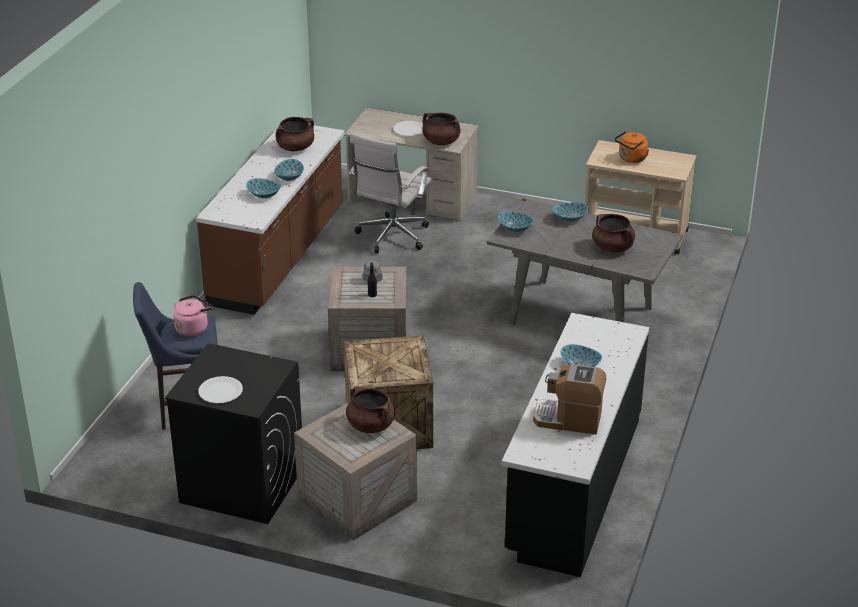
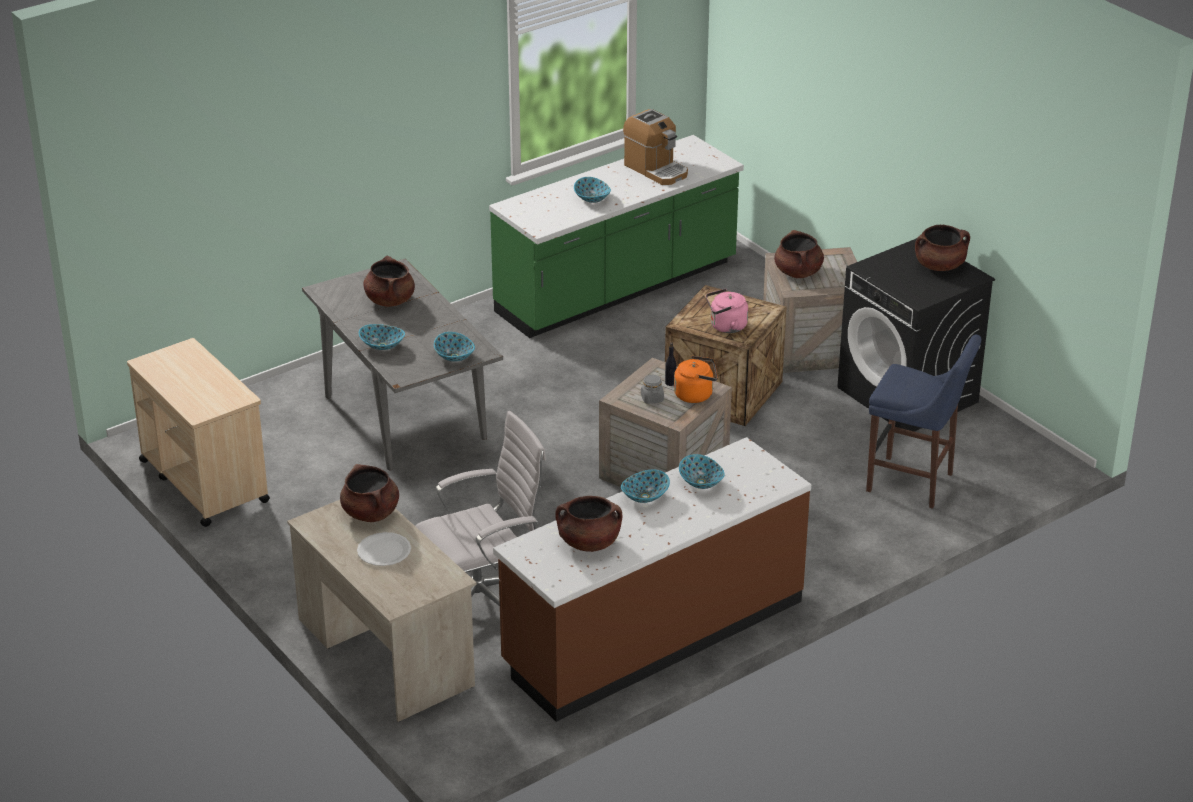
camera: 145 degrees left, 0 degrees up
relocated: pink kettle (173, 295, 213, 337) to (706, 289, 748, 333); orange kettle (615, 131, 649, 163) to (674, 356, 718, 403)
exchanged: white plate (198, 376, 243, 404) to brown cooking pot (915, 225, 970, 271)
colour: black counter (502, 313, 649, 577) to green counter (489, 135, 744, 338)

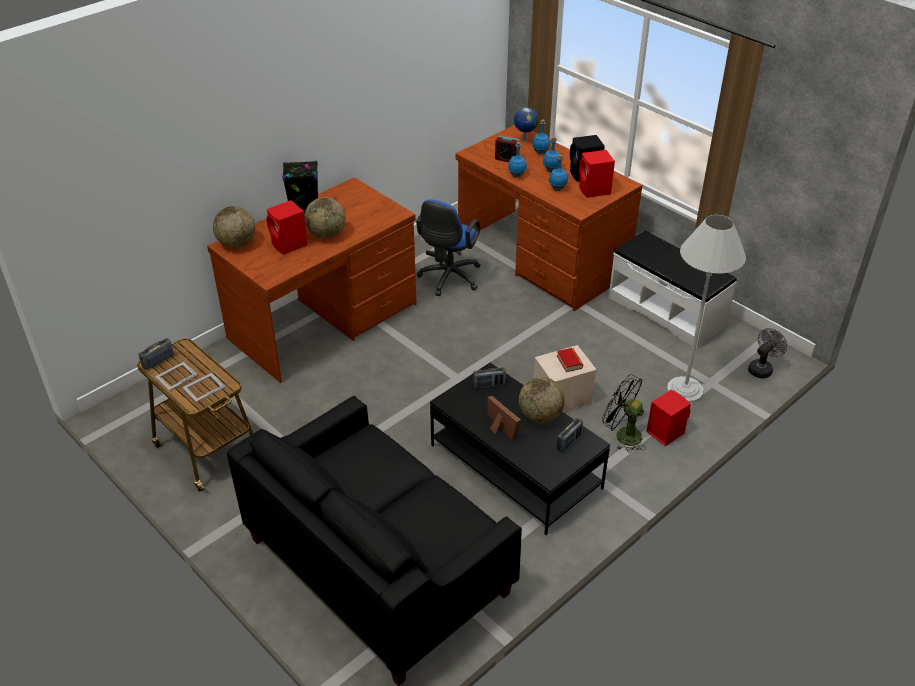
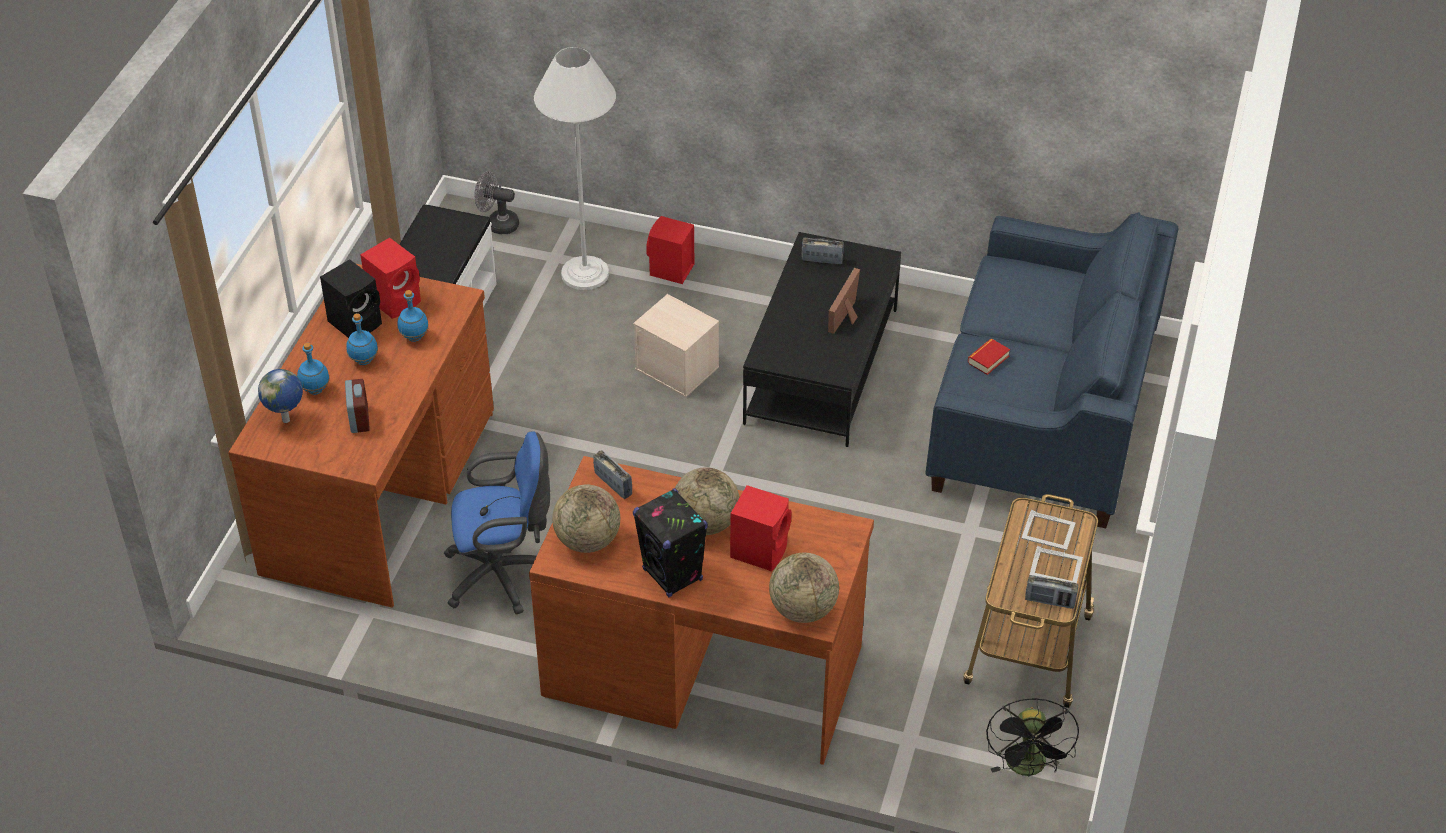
camera: 120 degrees left, 5 degrees up
missing: blue bottle (508, 142, 527, 178)
relocated: radio (473, 367, 506, 389) to (593, 450, 632, 499); globe (519, 377, 565, 423) to (552, 485, 620, 553); book (557, 348, 583, 372) to (968, 339, 1010, 375); black fan (602, 374, 646, 453) to (986, 698, 1079, 777)
colour: black sofa (227, 396, 522, 686) to blue sofa (925, 212, 1179, 528)

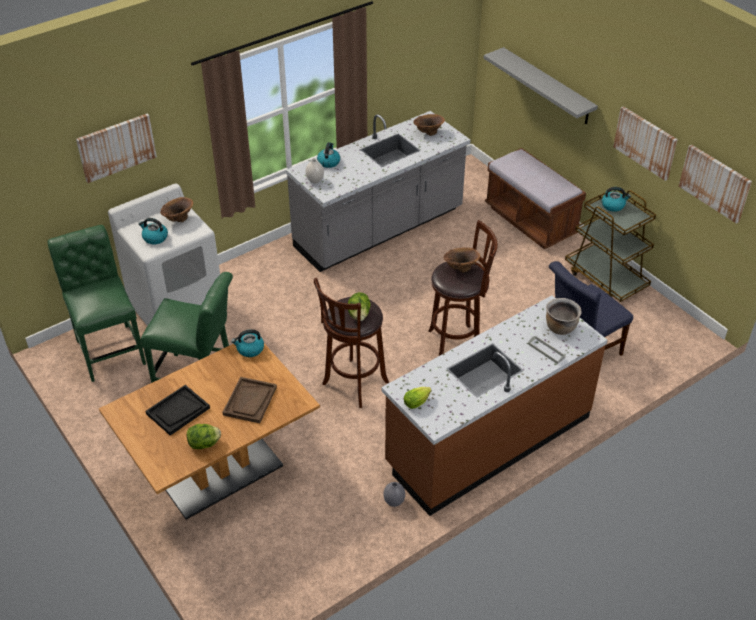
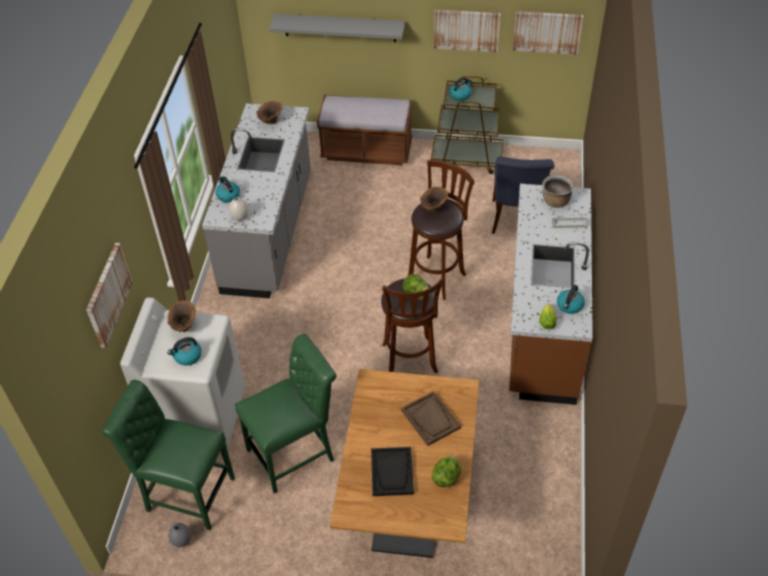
camera: 45 degrees left, 5 degrees up
relocated: kettle (231, 329, 264, 357) to (557, 285, 585, 314); grey vase (383, 482, 405, 507) to (168, 523, 191, 547)

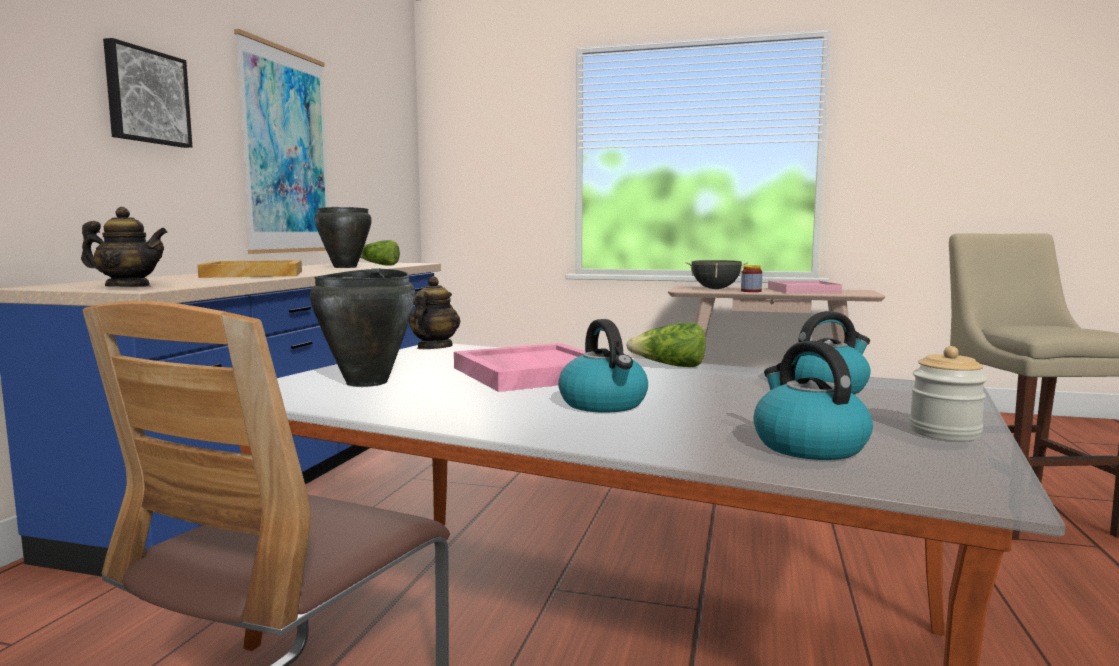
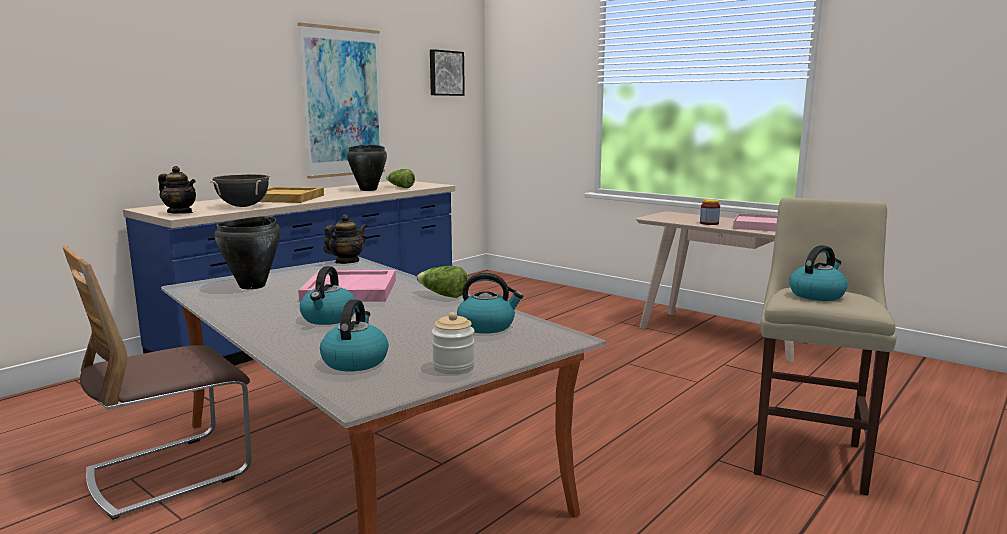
camera: 25 degrees right, 5 degrees up
appeared: kettle (789, 245, 848, 301)
relocated: picture (103, 38, 192, 148) to (430, 49, 465, 96); black cooking pot (685, 260, 748, 289) to (210, 174, 270, 207)

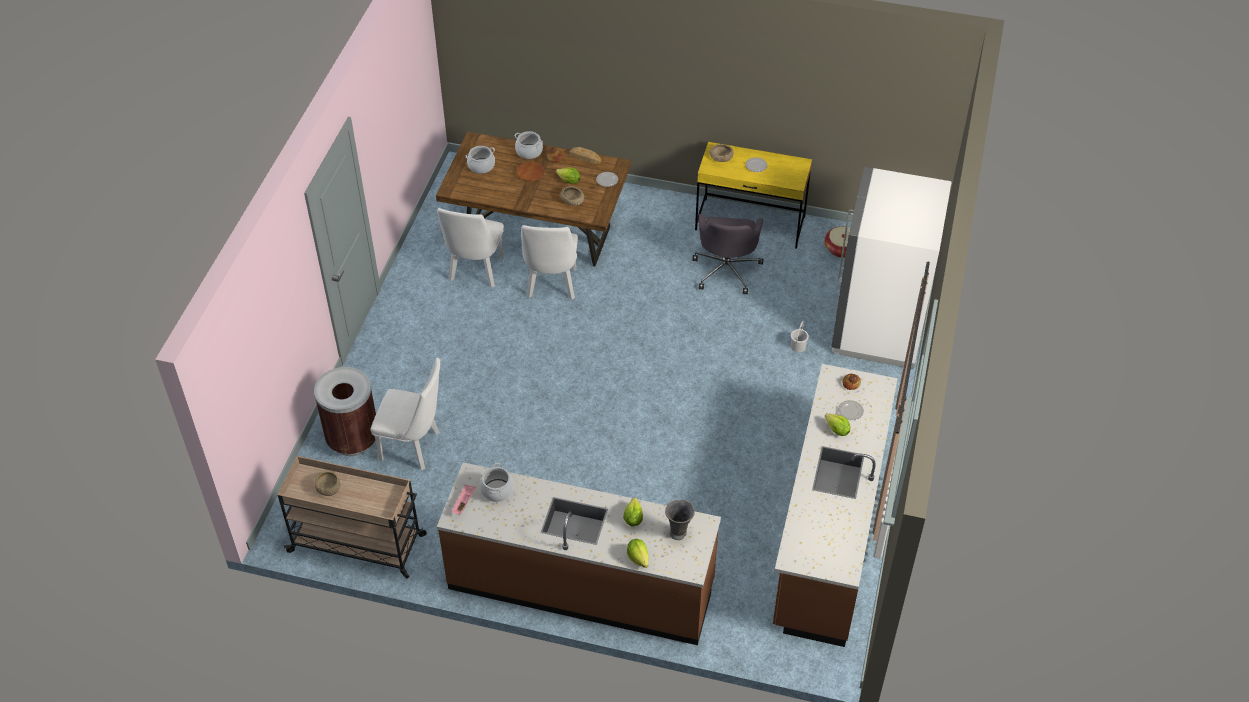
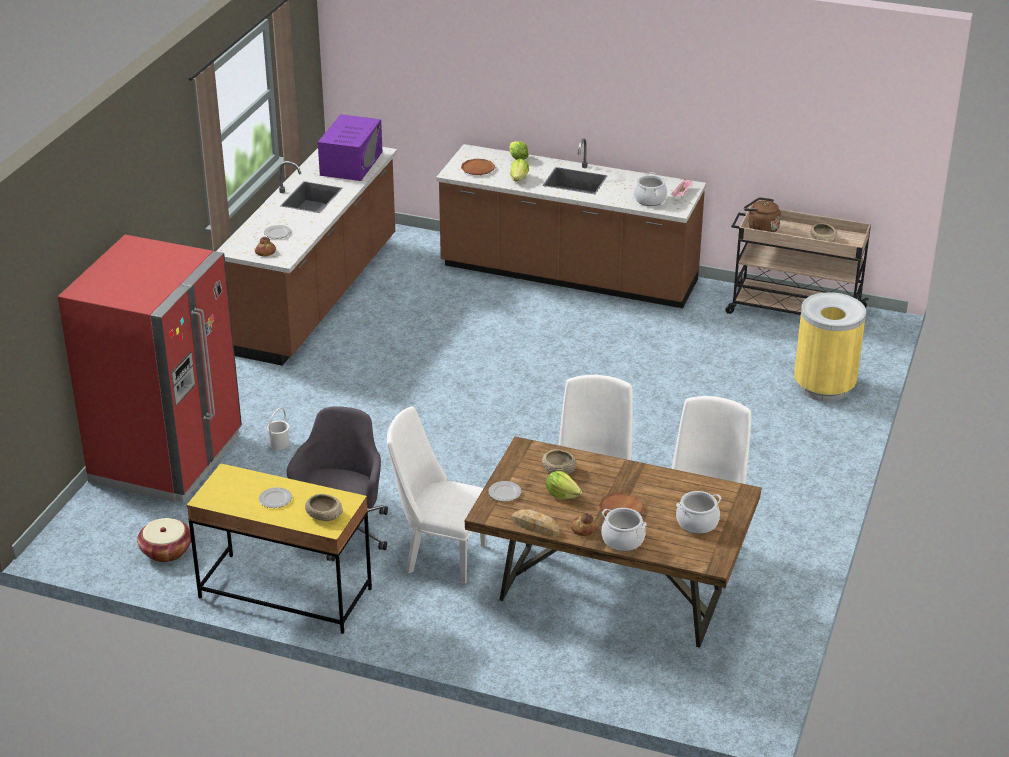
camera: 175 degrees left, 15 degrees down
missing: lettuce (825, 413, 850, 436)
appeared: purple microwave (318, 114, 383, 181); brown kettle (744, 197, 781, 232)
relocated: white chair (371, 358, 440, 471) to (387, 406, 486, 584)
exchanged: grey vase (665, 500, 695, 540) to brown plate (461, 159, 495, 175)
colour: brown trash can (314, 367, 376, 456) to yellow trash can (794, 292, 866, 402); white fridge (831, 167, 952, 369) to red fridge (58, 235, 242, 503)

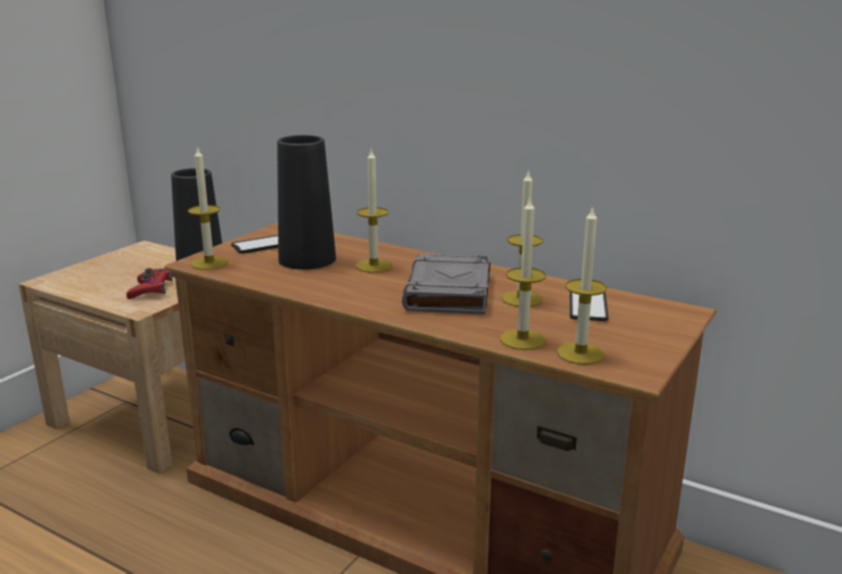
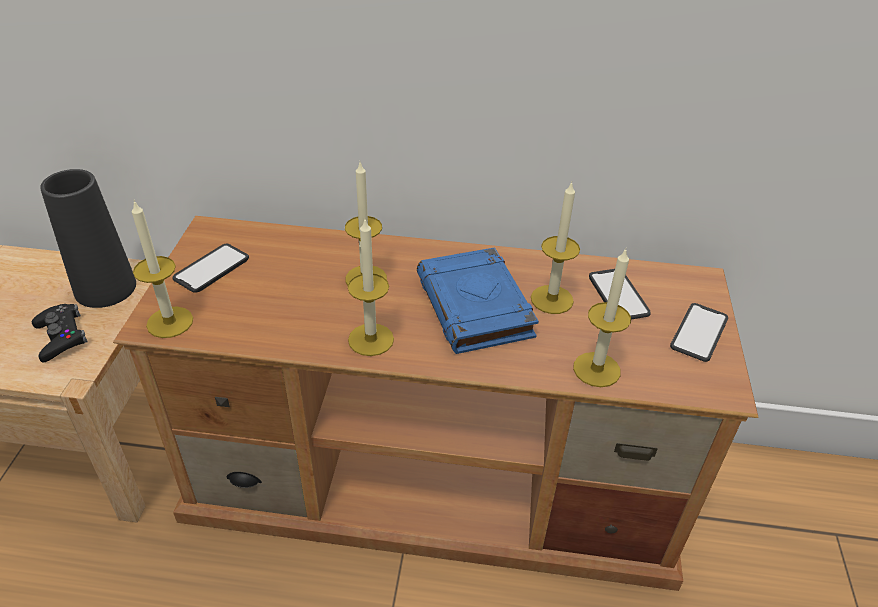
camera: 25 degrees left, 20 degrees up
missing: black vase (277, 135, 336, 270)
appeared: phone (670, 303, 728, 362)
relocated: candle (557, 205, 607, 365) to (348, 220, 394, 356)
colour: red game controller (126, 268, 173, 299) to black game controller (32, 304, 88, 363); grey book (402, 253, 491, 314) to blue book (417, 247, 539, 354)

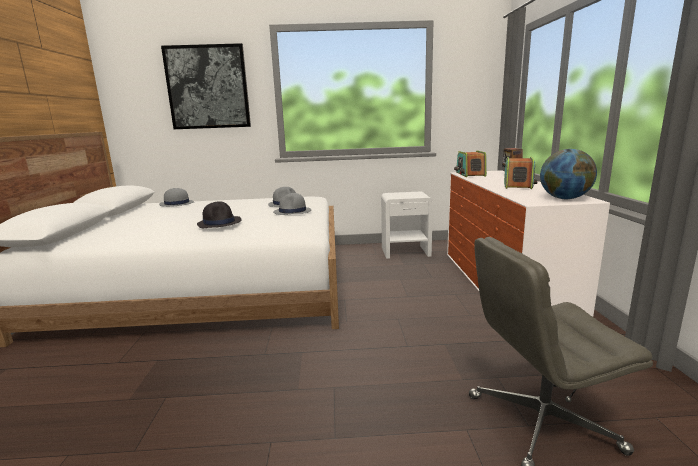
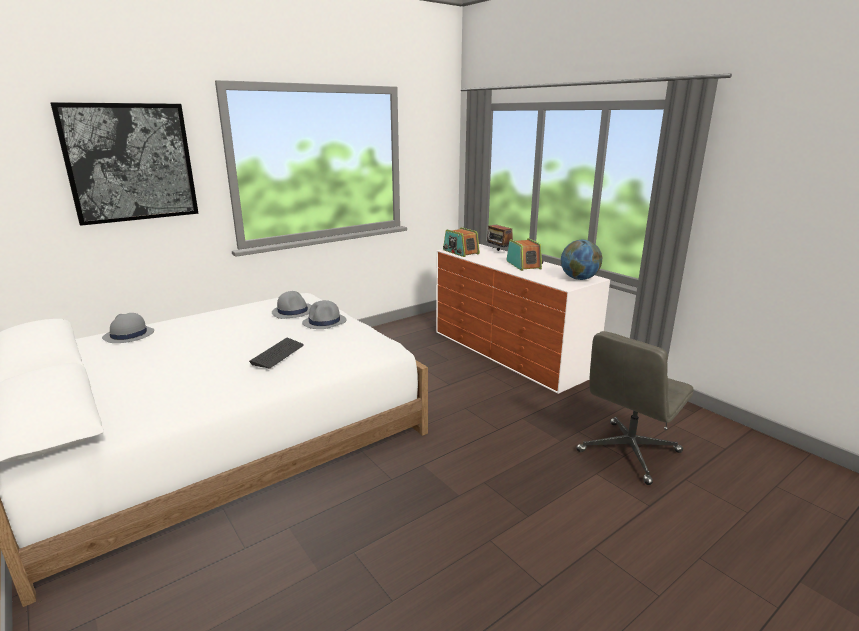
camera: 35 degrees left, 5 degrees up
missing: white nightstand (381, 191, 433, 259)
exchanged: black hat (197, 201, 241, 228) to keyboard (249, 338, 304, 368)

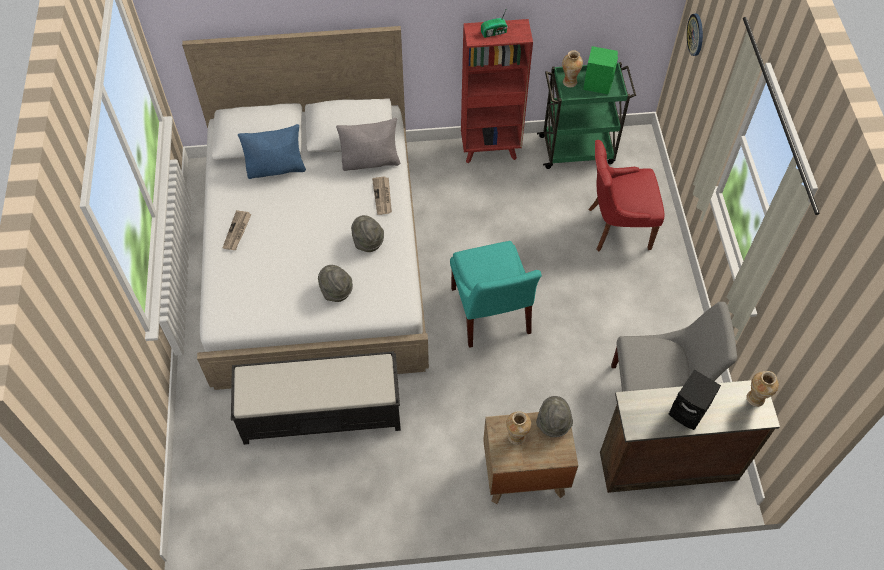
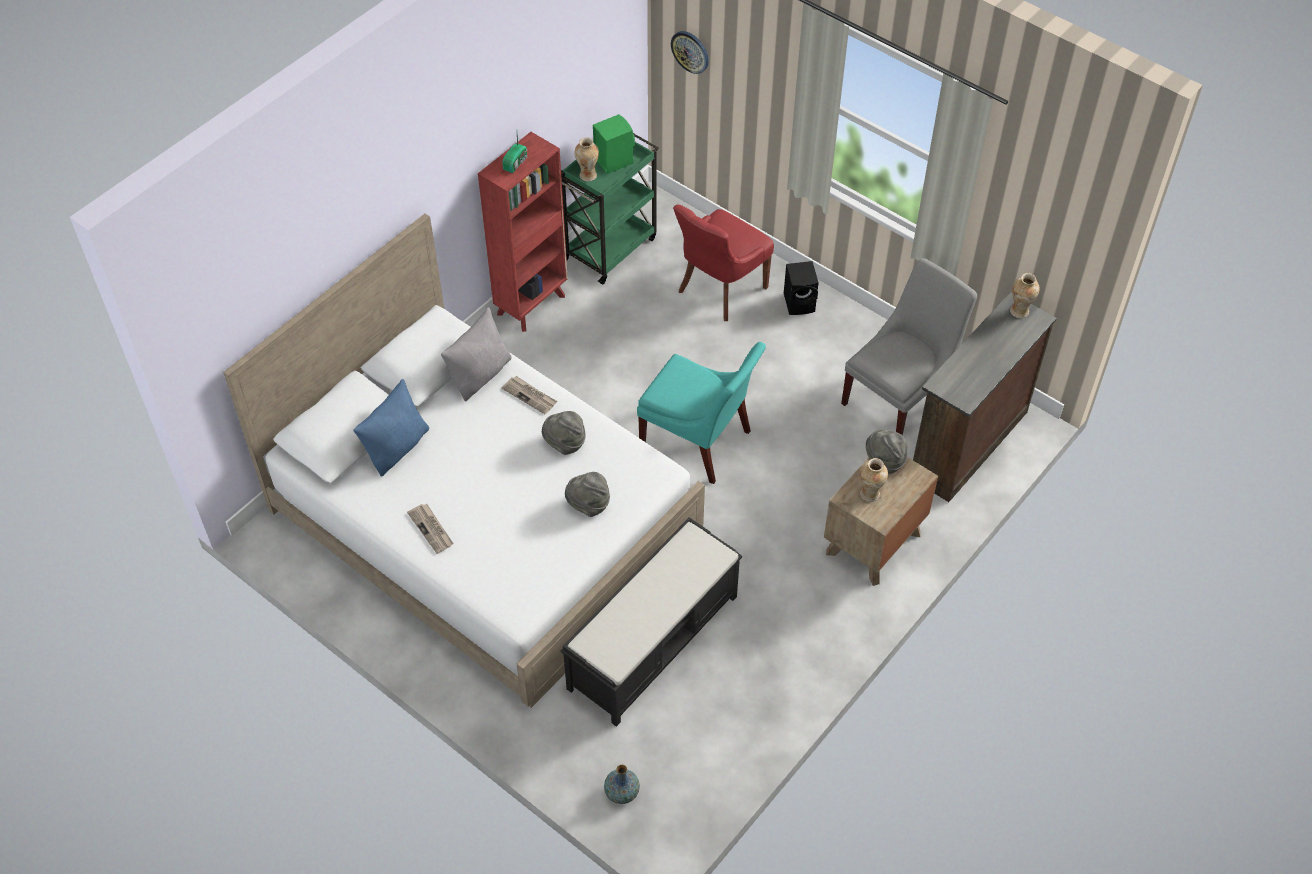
camera: 45 degrees left, 5 degrees down
appeared: vase (604, 765, 640, 804)
relocated: black speaker (669, 370, 721, 430) to (784, 261, 819, 315)

